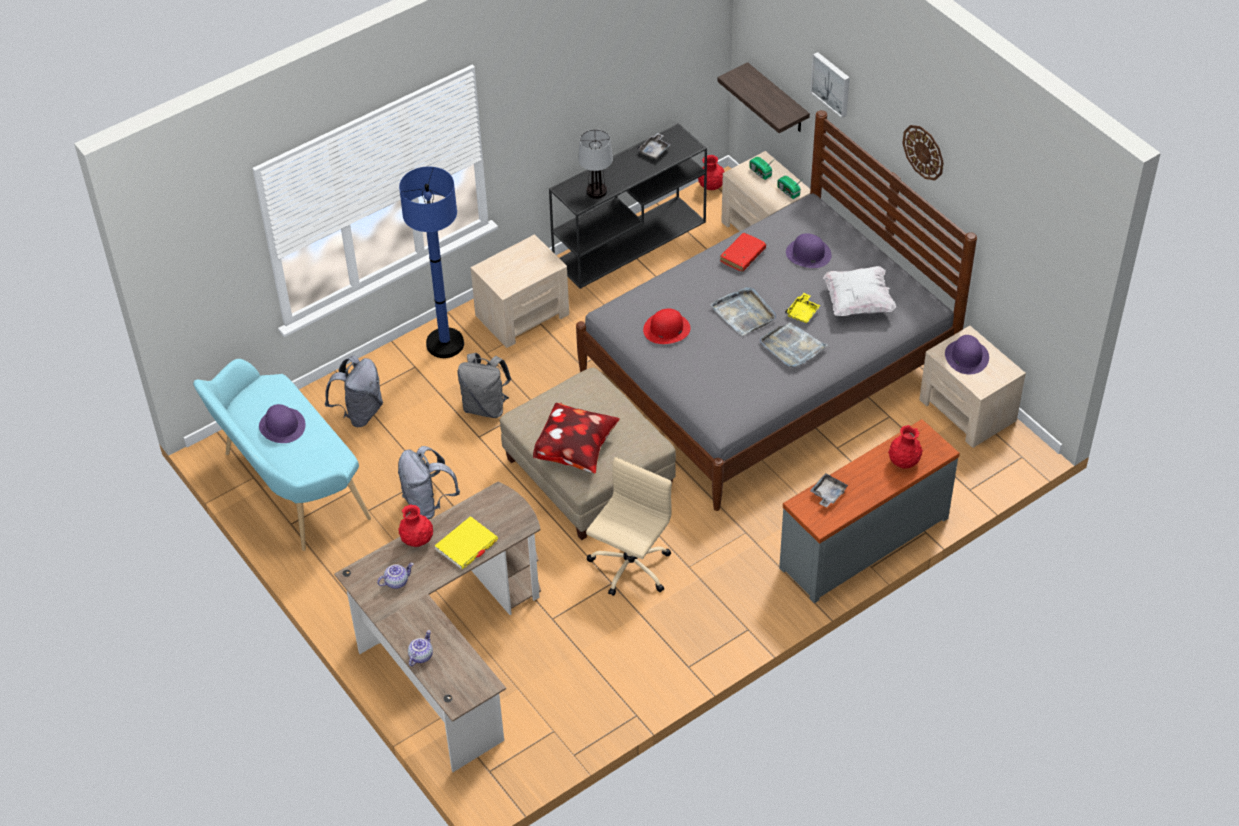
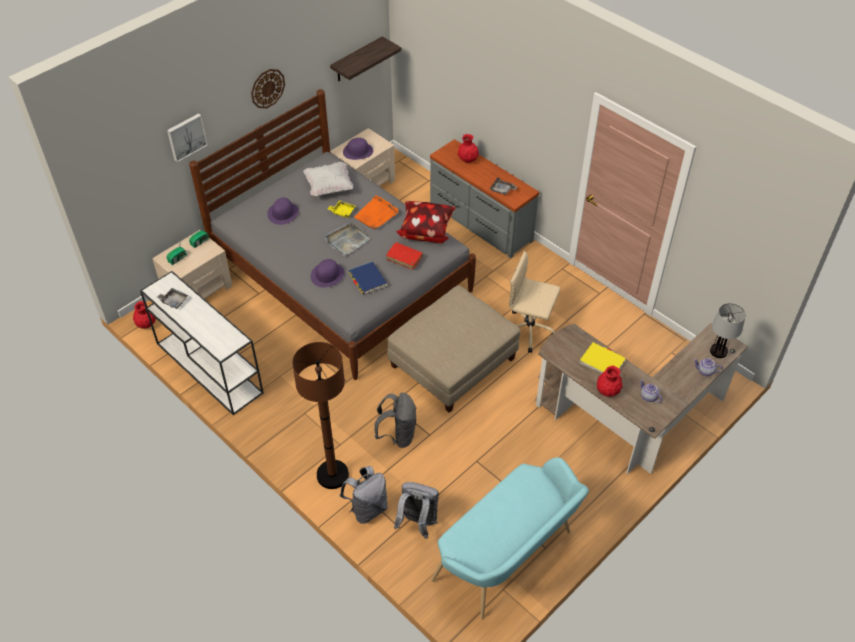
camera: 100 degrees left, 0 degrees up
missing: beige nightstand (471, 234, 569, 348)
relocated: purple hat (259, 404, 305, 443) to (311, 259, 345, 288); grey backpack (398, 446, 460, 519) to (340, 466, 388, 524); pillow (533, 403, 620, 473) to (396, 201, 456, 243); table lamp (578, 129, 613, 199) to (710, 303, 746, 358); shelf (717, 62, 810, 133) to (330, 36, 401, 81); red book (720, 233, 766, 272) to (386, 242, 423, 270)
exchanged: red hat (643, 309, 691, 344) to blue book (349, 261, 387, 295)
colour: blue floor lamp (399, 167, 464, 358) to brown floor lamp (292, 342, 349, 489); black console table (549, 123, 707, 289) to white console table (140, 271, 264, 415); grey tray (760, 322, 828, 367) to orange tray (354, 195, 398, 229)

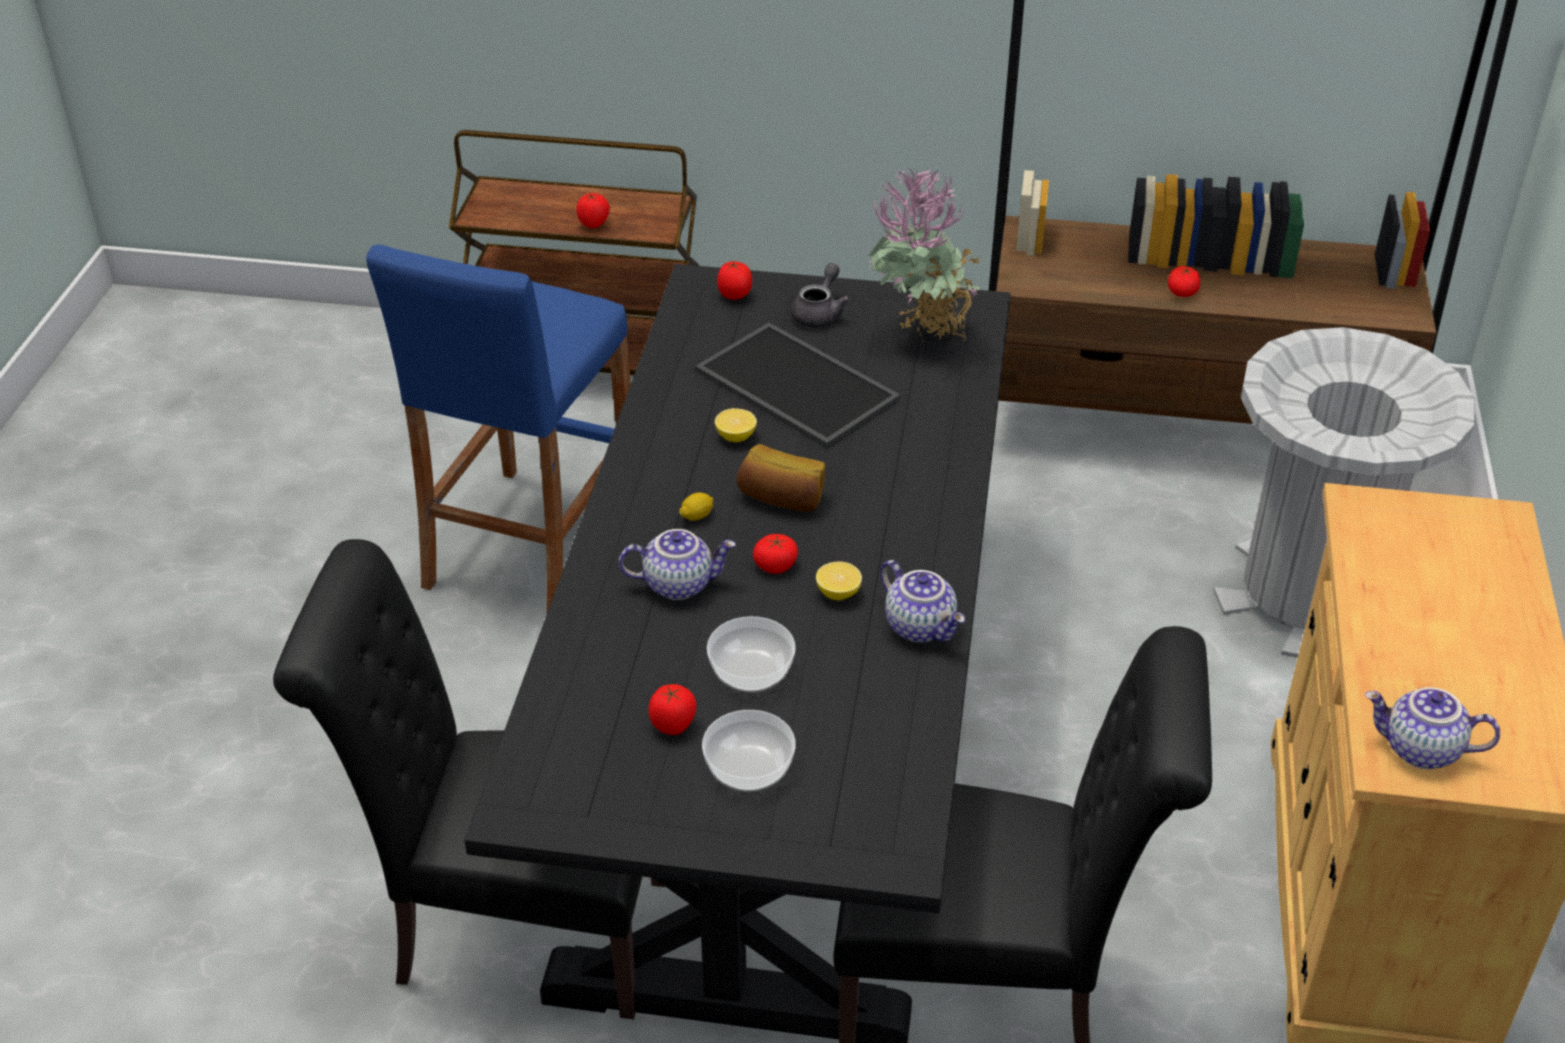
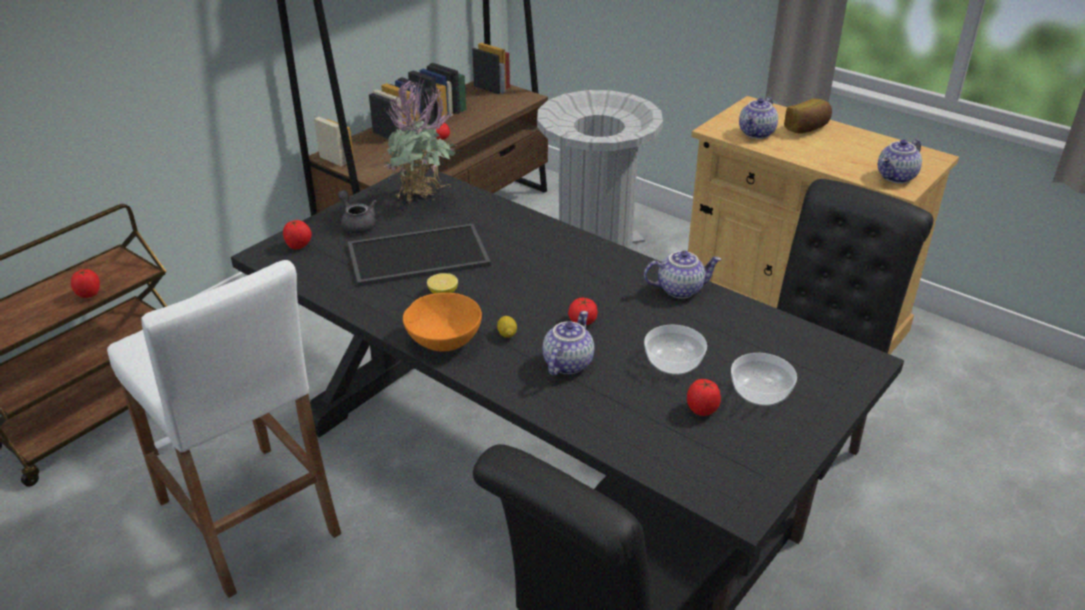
camera: 60 degrees left, 5 degrees down
missing: lemon (816, 561, 862, 600)
appeared: orange bowl (403, 293, 482, 352); teapot (739, 96, 778, 139)
relocated: bread (737, 444, 826, 512) to (784, 99, 832, 134)
colour: blue stool (366, 244, 631, 615) to white stool (107, 260, 341, 598)

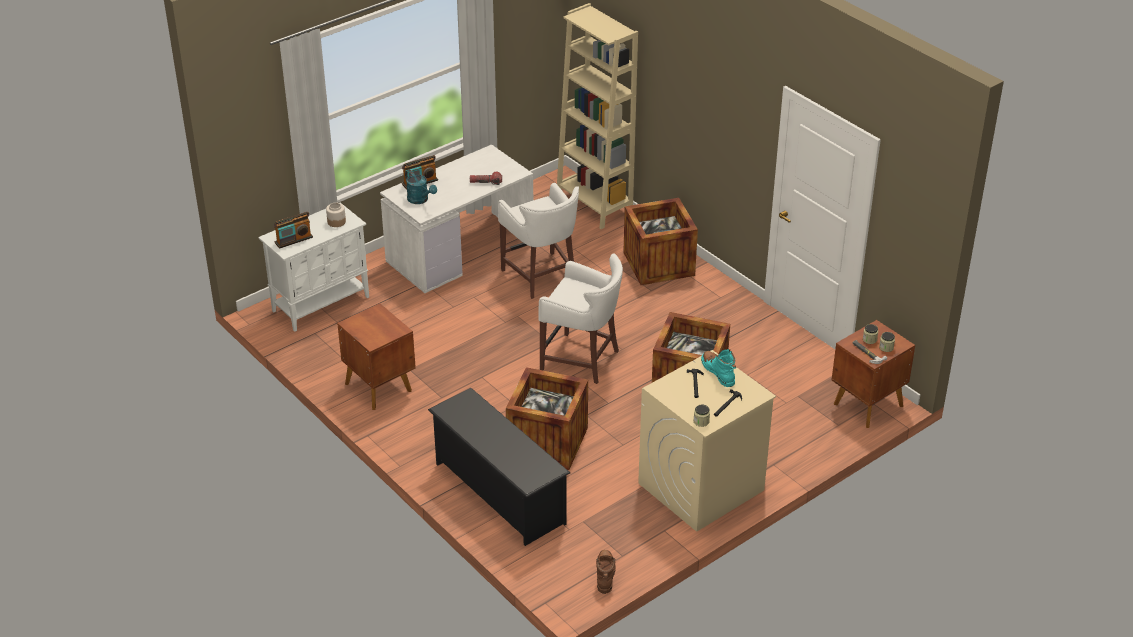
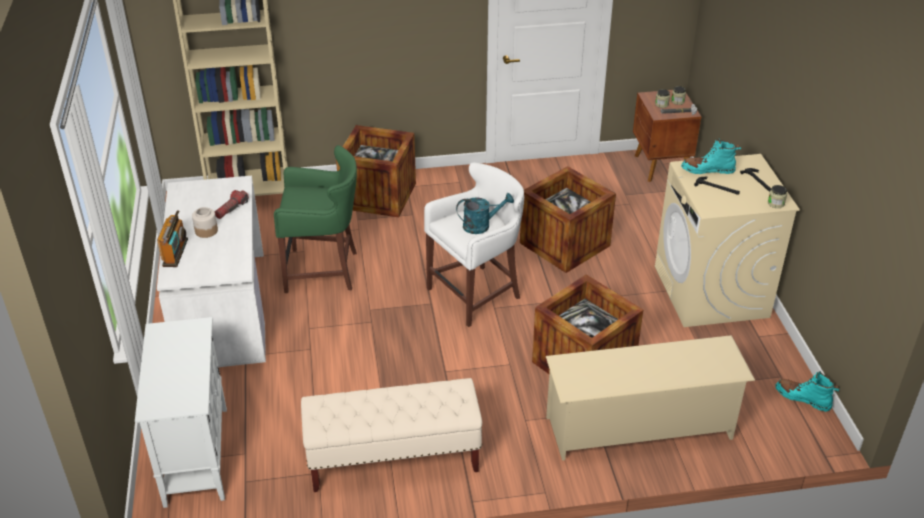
camera: 60 degrees left, 0 degrees up
missing: radio (274, 212, 313, 249)
relocated: jar (326, 202, 346, 227) to (192, 207, 218, 238); turquoise watering can (405, 170, 437, 204) to (456, 193, 514, 234)
exchanged: brown nightstand (337, 303, 416, 410) to beige bench (301, 378, 482, 492)
colour: black shoe rack (428, 388, 570, 546) to beige shoe rack (546, 335, 755, 461); white stool (498, 183, 579, 299) to green stool (274, 145, 357, 293); brown boot (596, 550, 616, 594) to turquoise boot (775, 371, 840, 411)

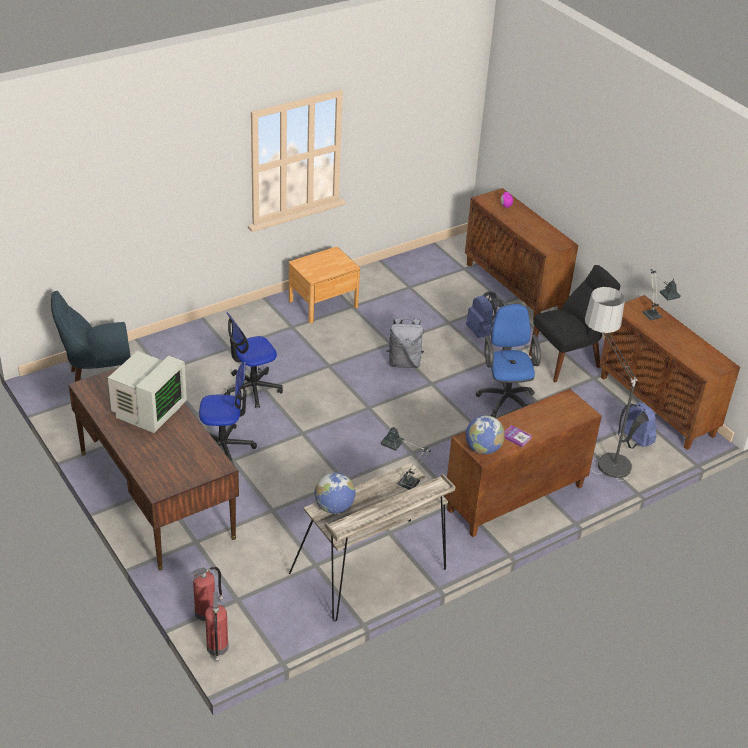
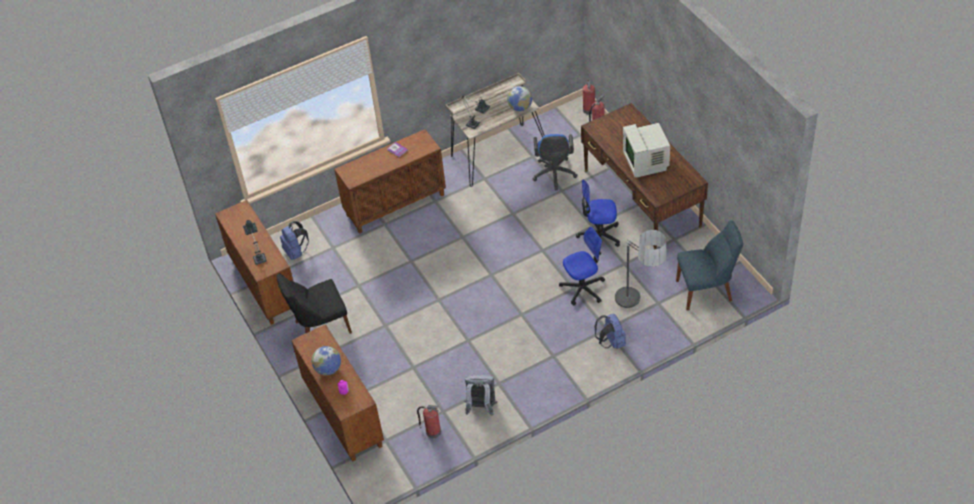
camera: 170 degrees left, 10 degrees up
missing: brown nightstand (289, 247, 360, 324)
appeared: fire extinguisher (417, 405, 441, 438)
relocated: grey backpack (386, 317, 424, 368) to (464, 375, 497, 416); blue backpack (466, 291, 504, 338) to (594, 314, 626, 349); globe (466, 415, 505, 454) to (312, 346, 341, 376); blue office chair (476, 304, 541, 418) to (532, 134, 578, 190); floor lamp (585, 287, 637, 481) to (615, 230, 667, 309)
spun: monitor (107, 351, 187, 433) = (623, 123, 670, 178) 45 degrees counterclockwise

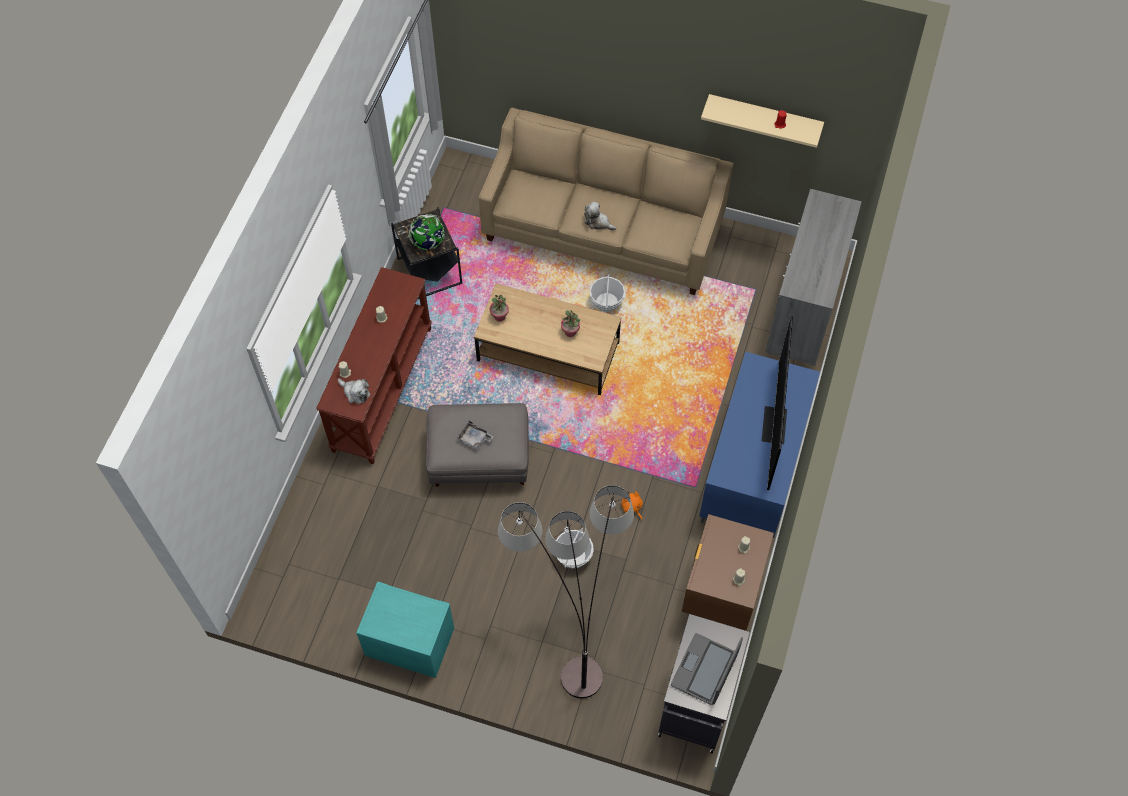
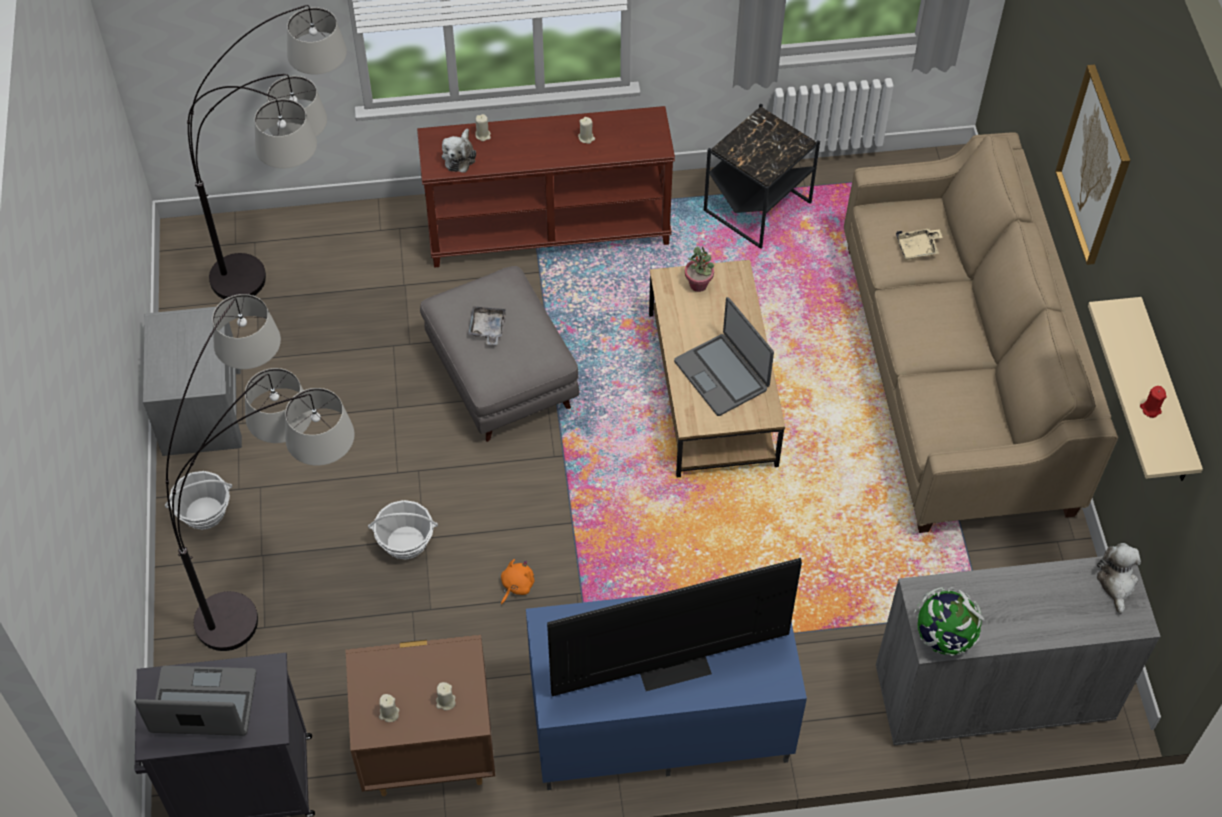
camera: 65 degrees right, 5 degrees down
appeared: floor lamp (187, 5, 347, 299); beige tray (896, 228, 943, 260); picture (1055, 64, 1130, 265)
relocated: globe (408, 214, 445, 250) to (914, 587, 984, 656); plush toy (584, 202, 616, 230) to (1097, 543, 1141, 614); basket (590, 273, 625, 312) to (165, 471, 232, 530)
exchanged: potted plant (561, 310, 580, 337) to laptop (674, 297, 774, 416)
colour: turquoise nightstand (356, 582, 454, 678) to grey nightstand (143, 307, 242, 456)

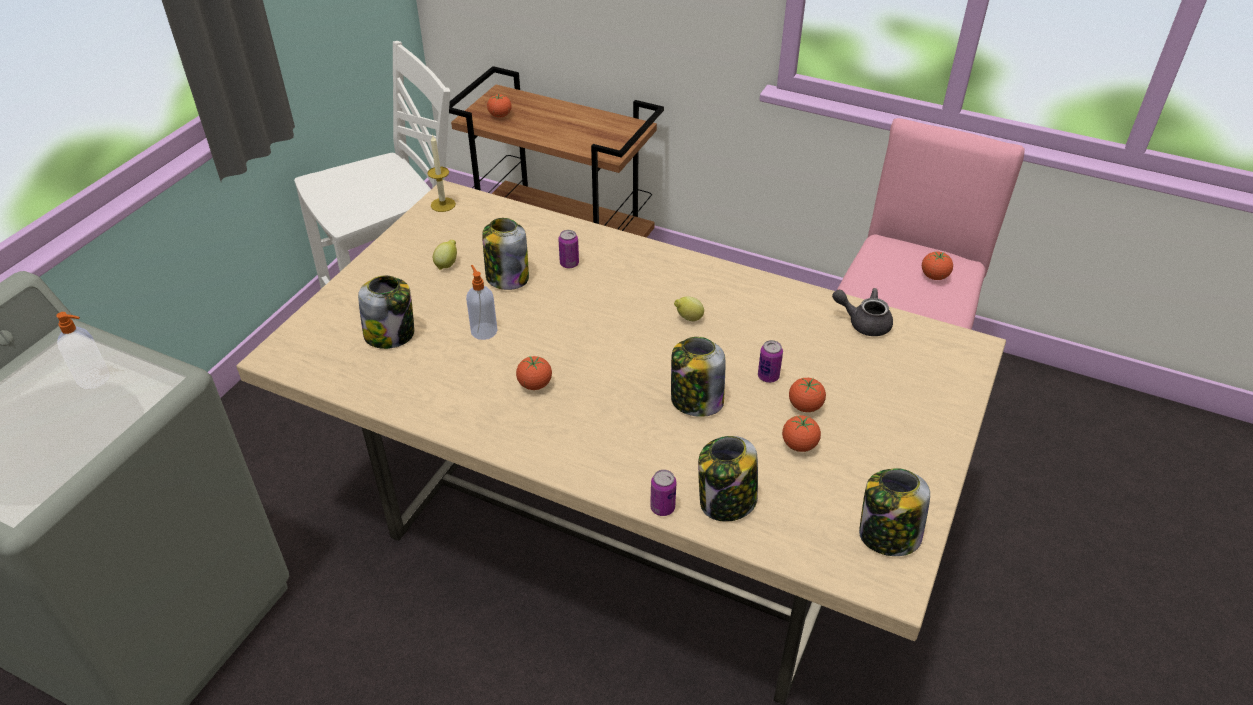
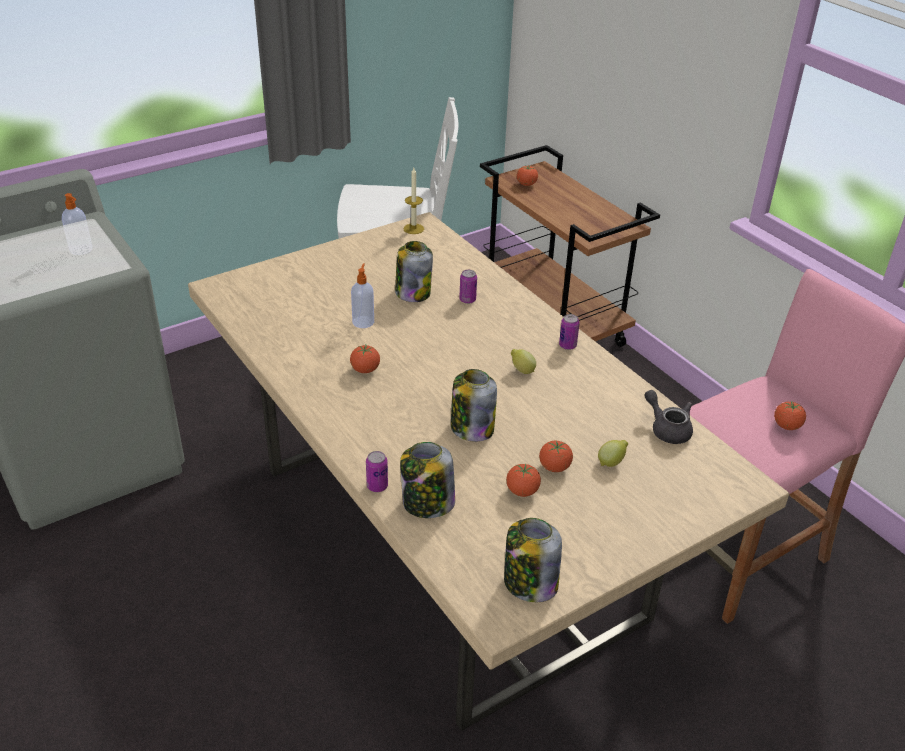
camera: 30 degrees right, 5 degrees down
missing: jar (358, 275, 414, 349)
relocated: lemon (433, 240, 457, 270) to (598, 440, 628, 467); can (758, 340, 783, 383) to (559, 314, 580, 350)

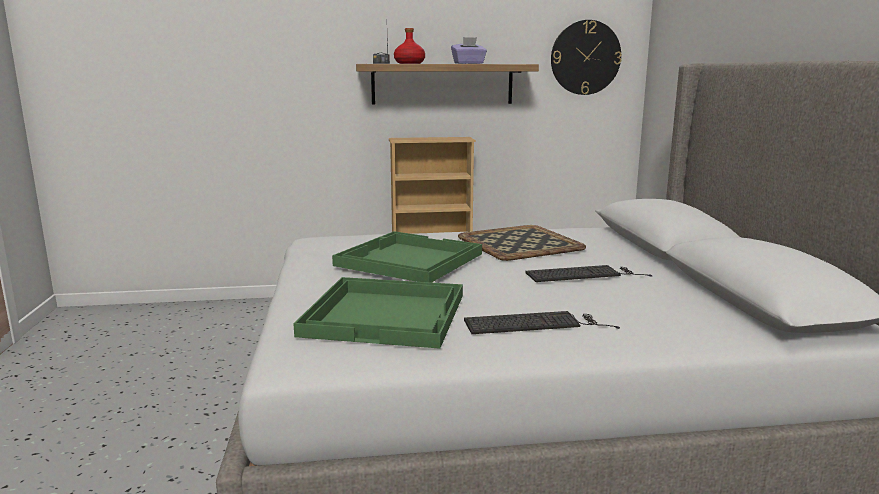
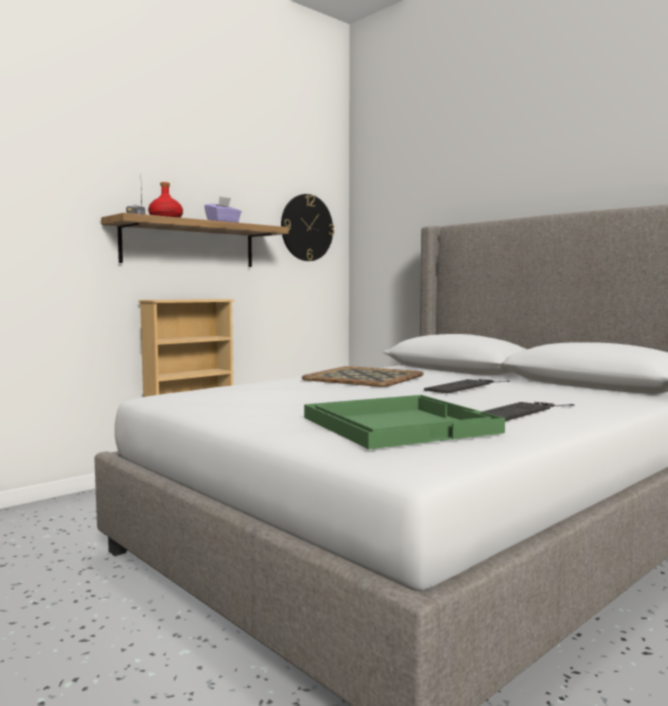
camera: 35 degrees left, 10 degrees down
missing: green tray (332, 231, 482, 283)

